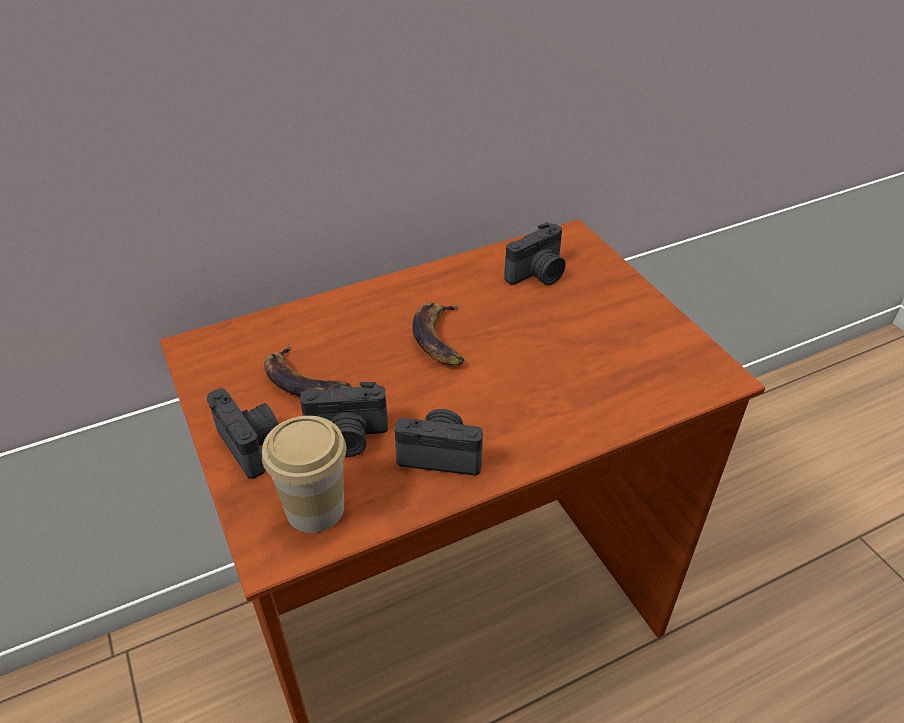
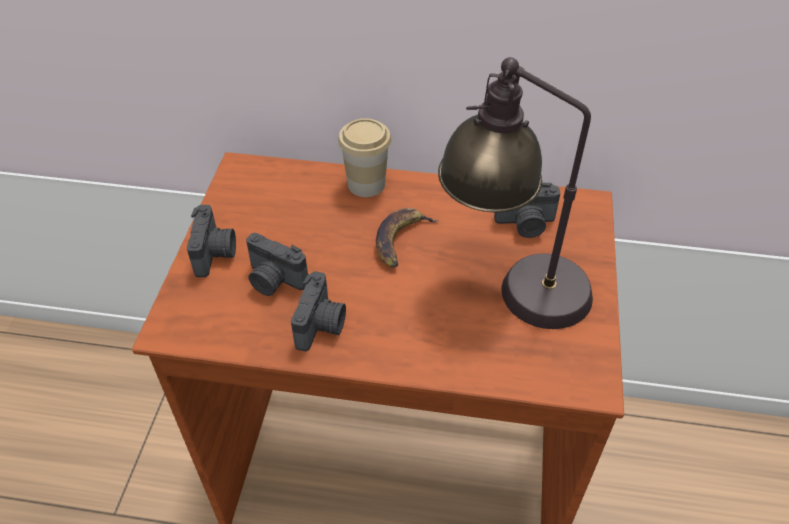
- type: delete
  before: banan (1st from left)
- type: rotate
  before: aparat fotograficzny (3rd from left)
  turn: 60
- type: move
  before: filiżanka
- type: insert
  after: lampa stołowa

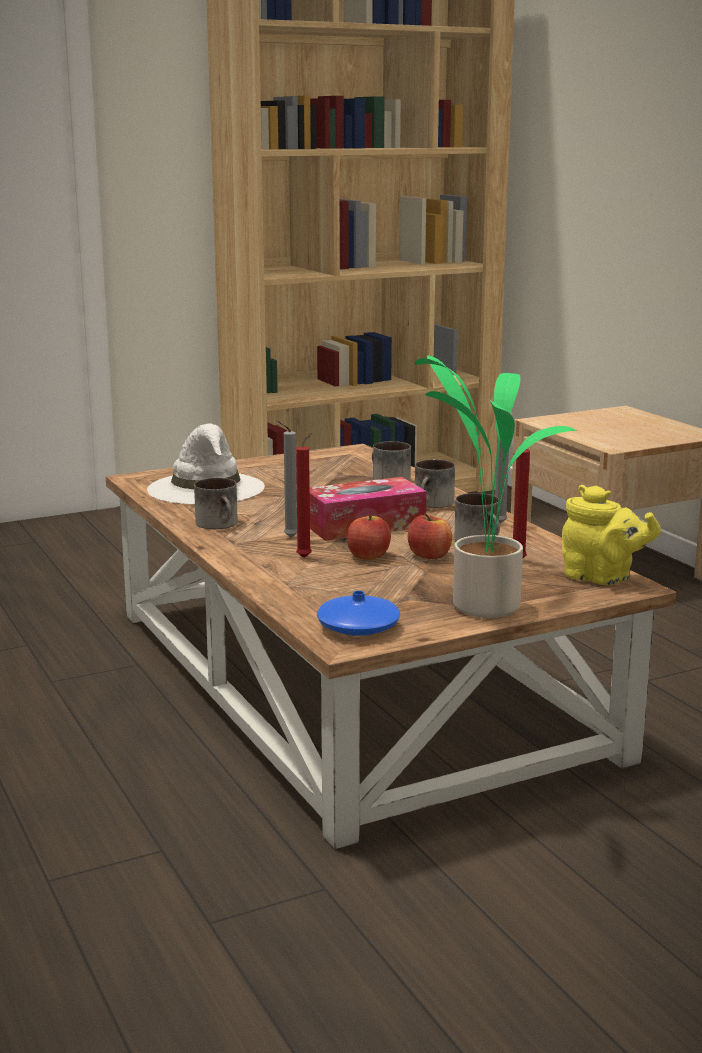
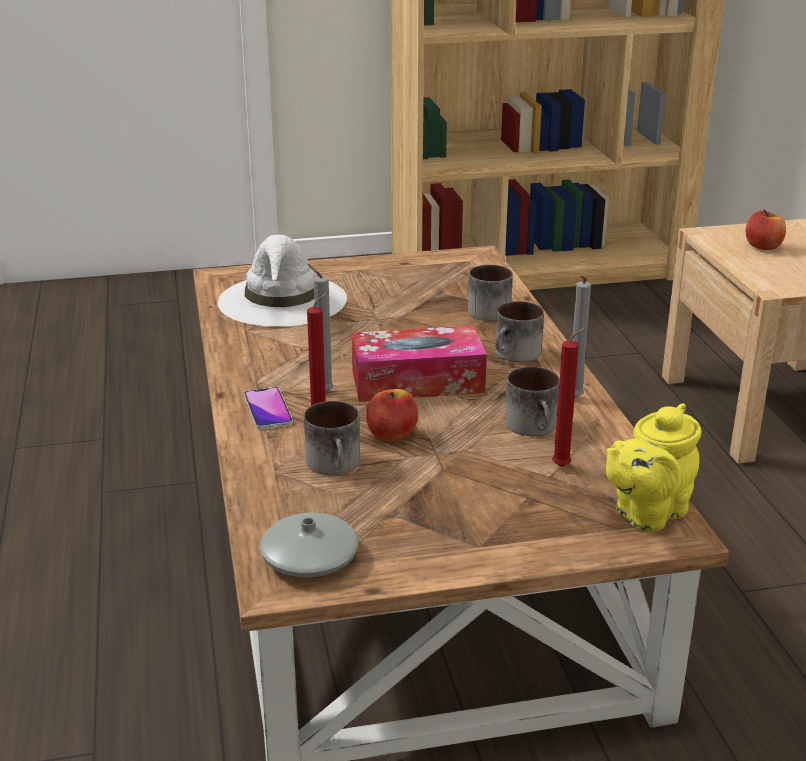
- type: delete
  before: roślina doniczkowa
- type: move
  before: kubek (1st from left)
- type: rotate
  before: imbryk (żółty)
  turn: 90
- type: move
  before: jabłko (2nd from left)
- type: recolor
  before: wazon (niebieski)
  after: wazon (szary)
- type: insert
  after: telefon

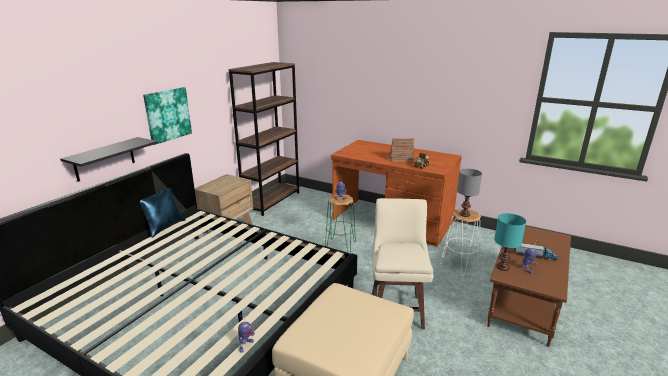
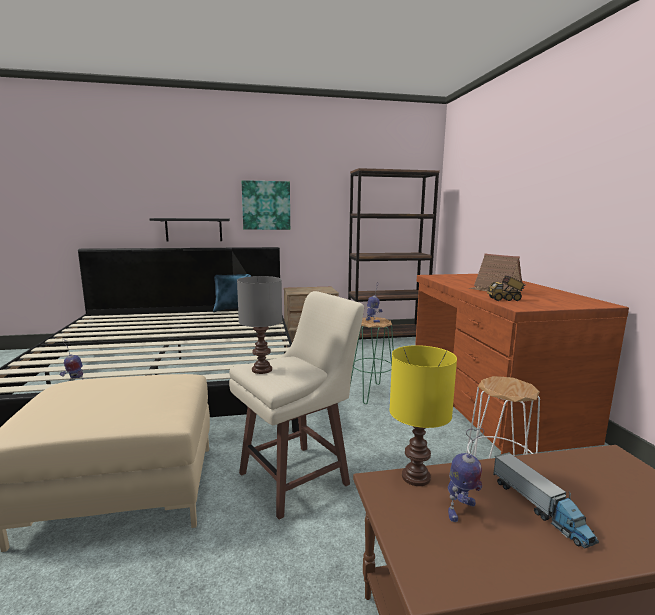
- type: move
  before: lampa stołowa (szary)
- type: recolor
  before: lampa stołowa (turkusowy)
  after: lampa stołowa (żółty)

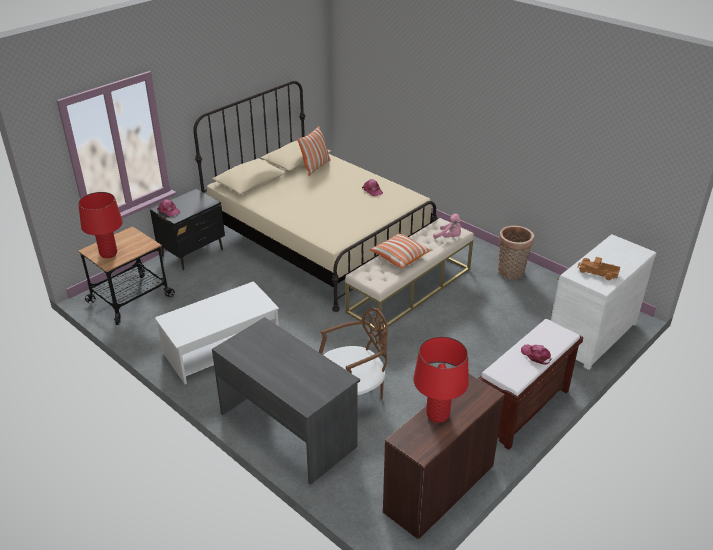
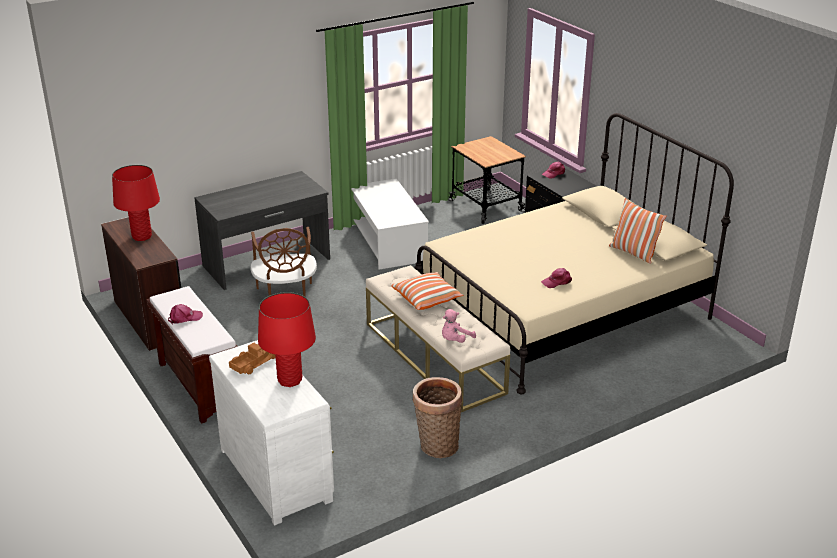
- type: move
  before: lampa stołowa (czerwony) (1st from left in the first image)
  after: lampa stołowa (czerwony) (2nd from left)

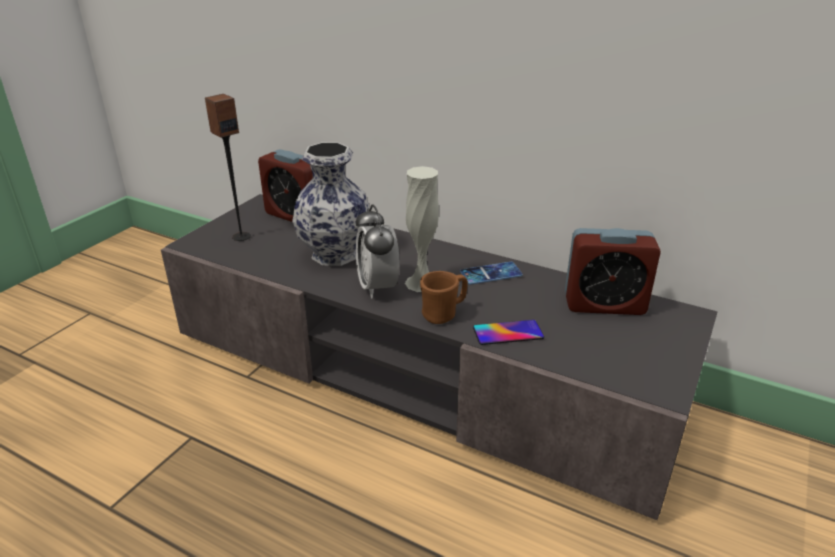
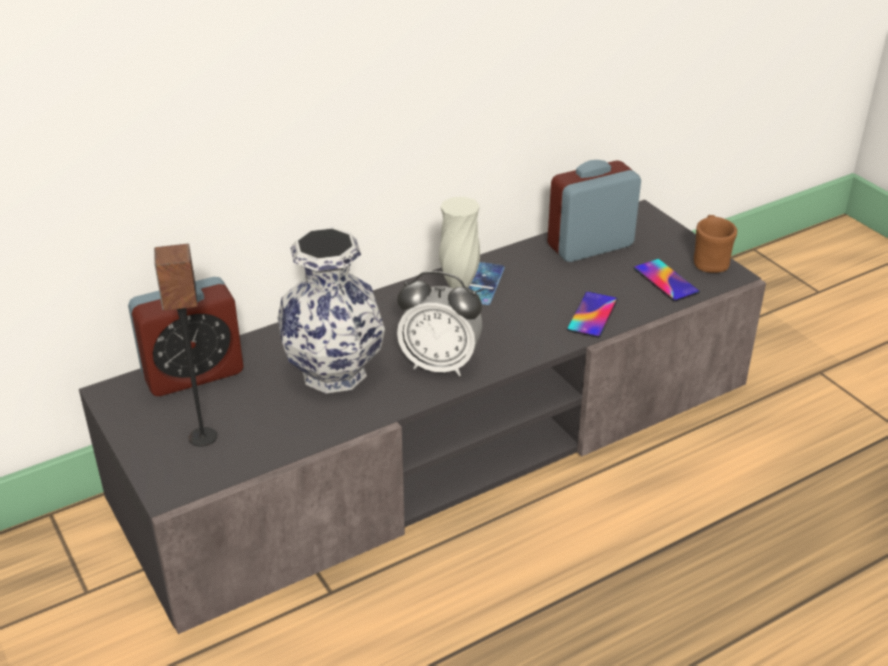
- type: rotate
  before: budzik (3rd from left)
  turn: -150
- type: move
  before: kubek (brązowy)
- type: insert
  after: telefon (3rd from left)

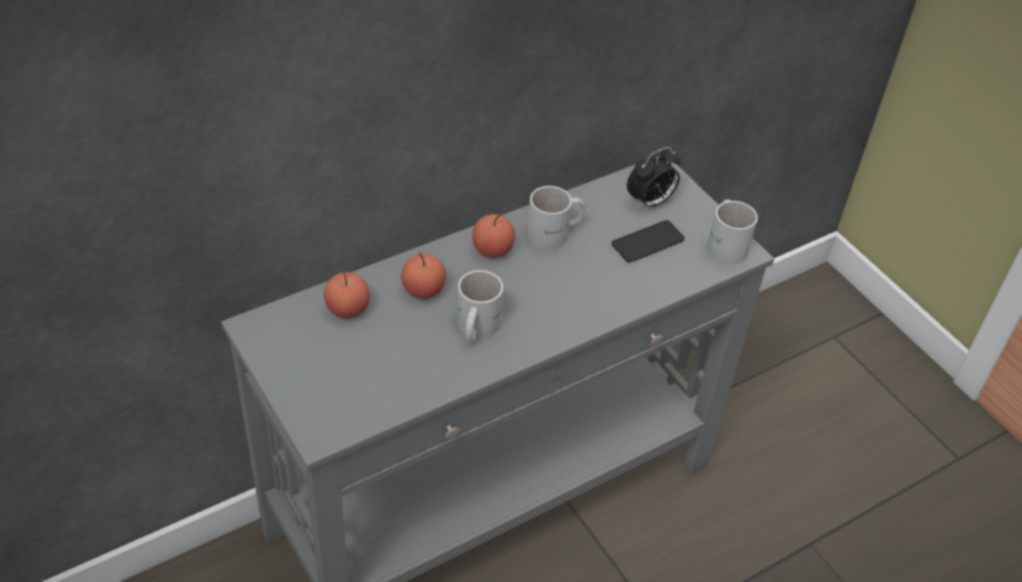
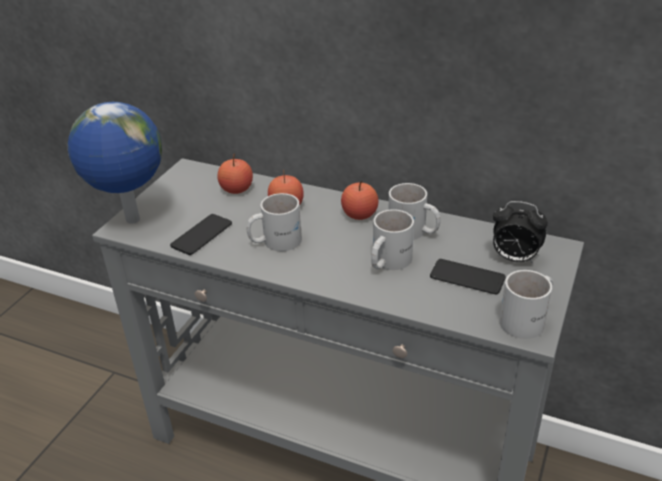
- type: insert
  after: globus
- type: insert
  after: kubek (biały) (2nd from left)
- type: insert
  after: telefon (1st from left)

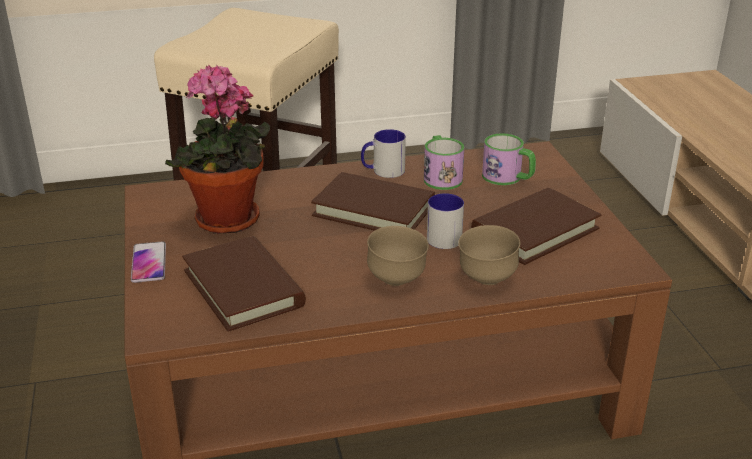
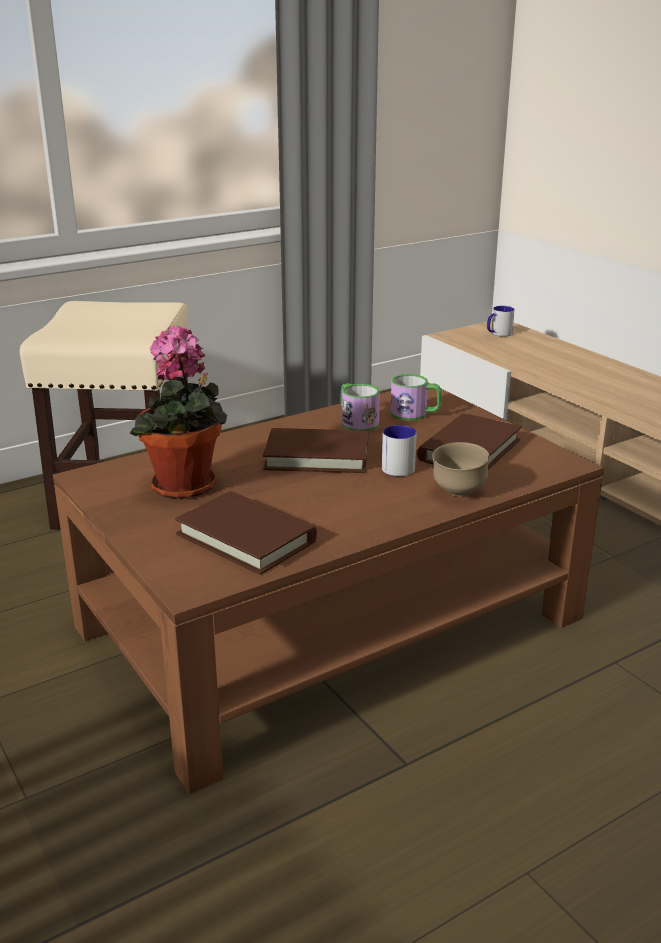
- type: move
  before: kubek (1st from left in the first image)
  after: kubek (4th from left)
- type: delete
  before: miska (brązowy) (1st from left)
- type: delete
  before: telefon

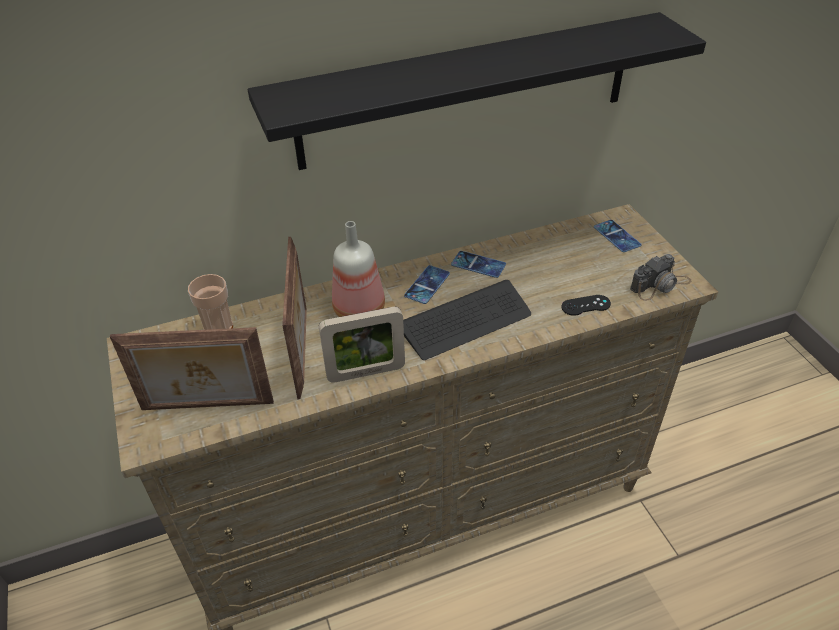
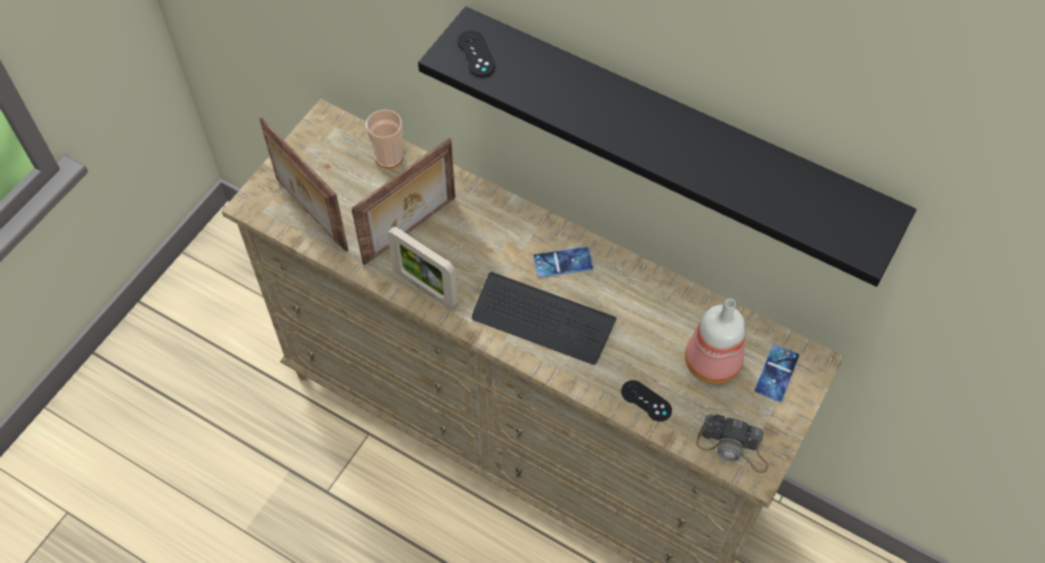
- type: move
  before: butelka
- type: delete
  before: telefon (2nd from left)
- type: insert
  after: pad do gier (czarny) (1st from left)

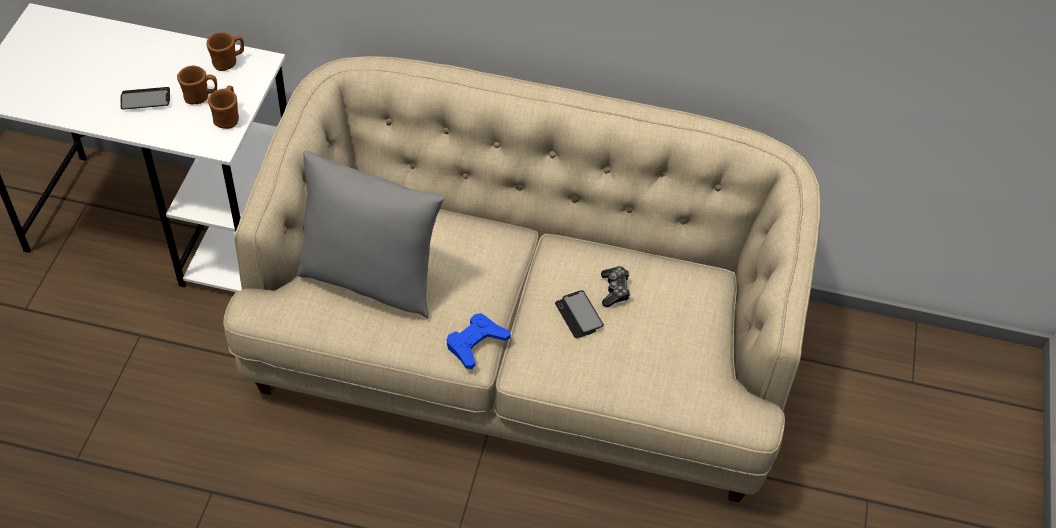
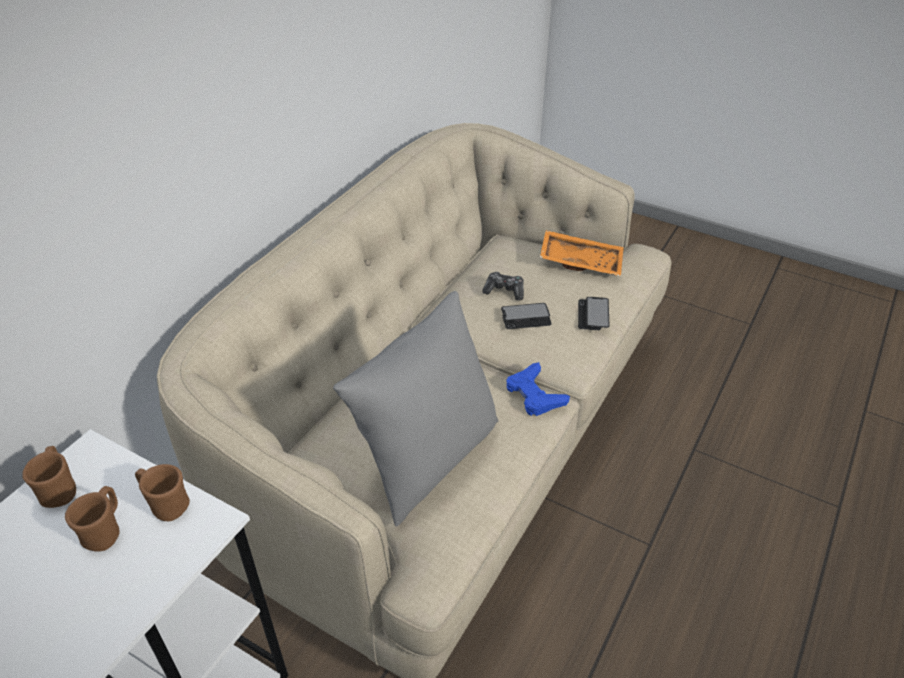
- type: move
  before: telefon (1st from left in the first image)
  after: telefon (2nd from left)
- type: insert
  after: taca (pomarańczowy)

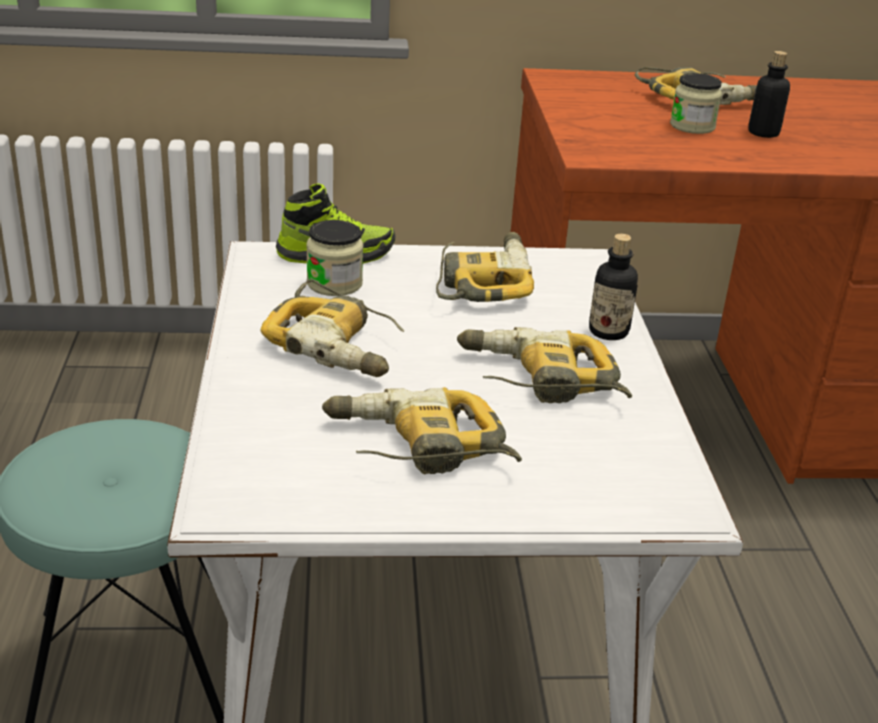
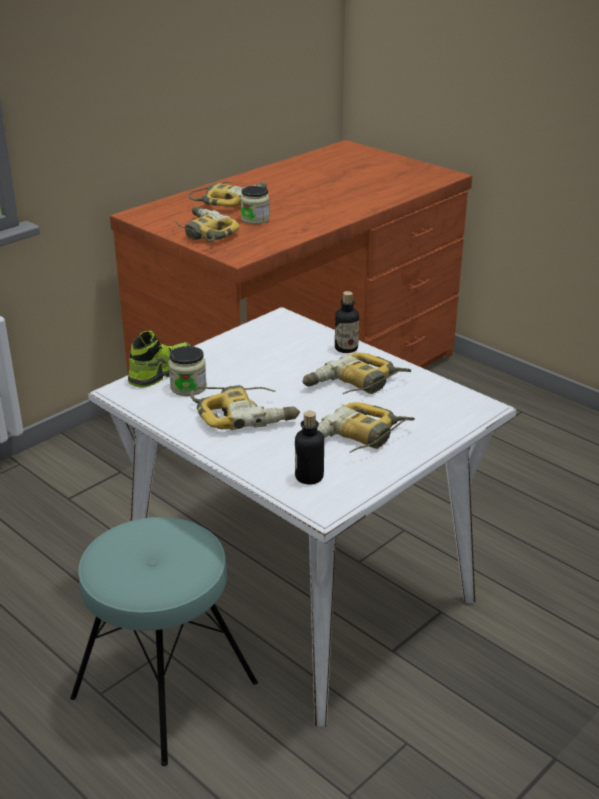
- type: move
  before: butelka (2nd from left in the first image)
  after: butelka (1st from left)
- type: move
  before: wiertarka (3rd from left in the first image)
  after: wiertarka (1st from left)

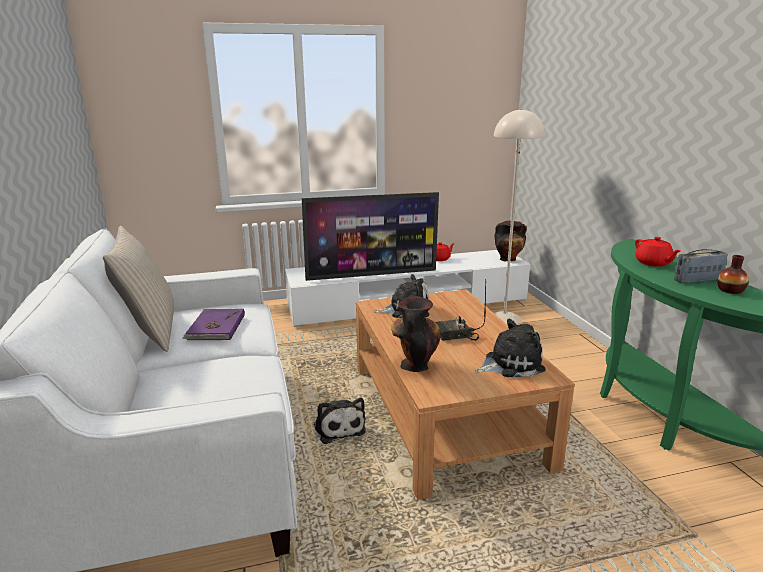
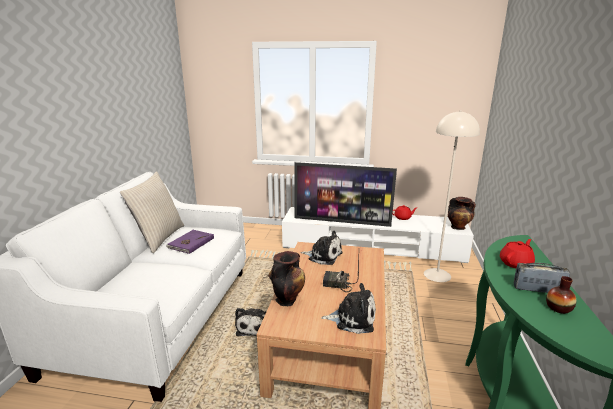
- type: rotate
  before: imbryk (czerwony) (2nd from left)
  turn: -135

